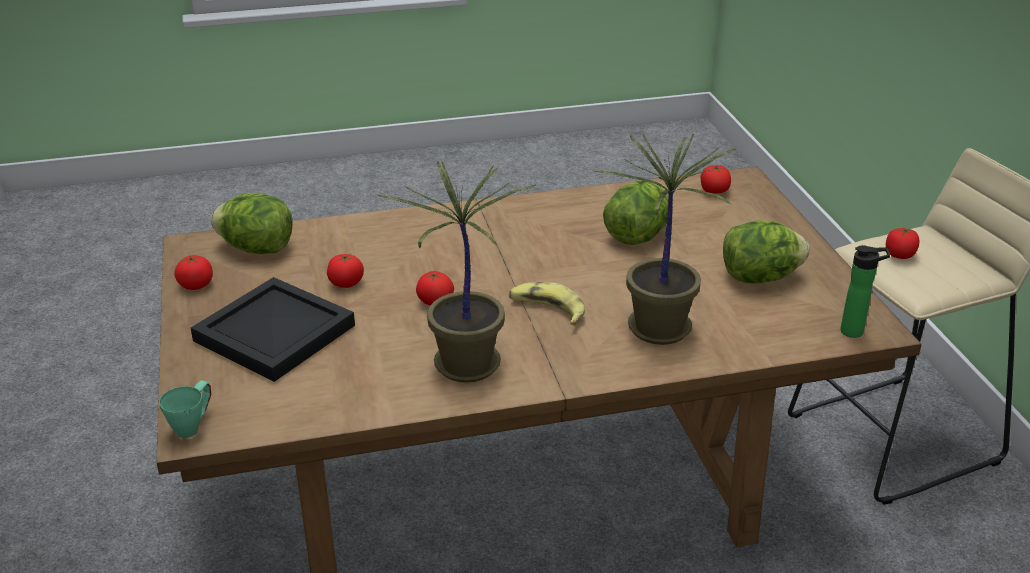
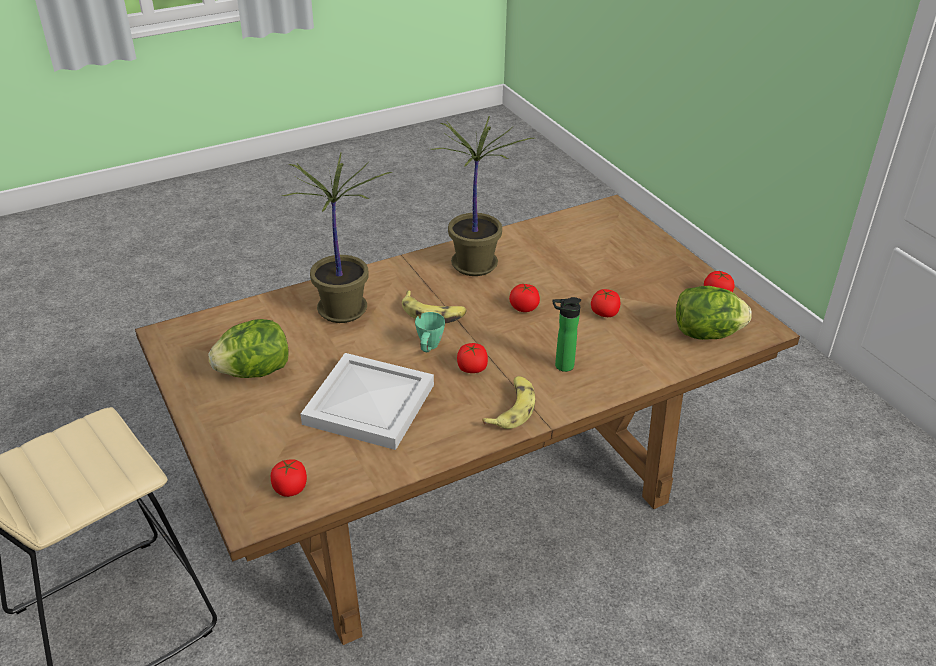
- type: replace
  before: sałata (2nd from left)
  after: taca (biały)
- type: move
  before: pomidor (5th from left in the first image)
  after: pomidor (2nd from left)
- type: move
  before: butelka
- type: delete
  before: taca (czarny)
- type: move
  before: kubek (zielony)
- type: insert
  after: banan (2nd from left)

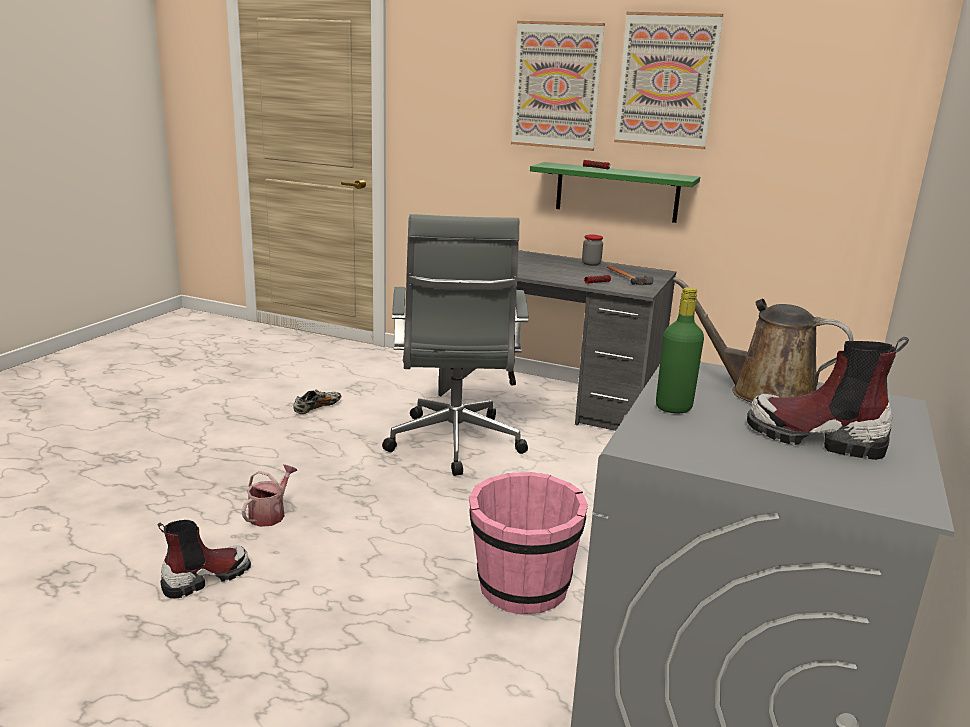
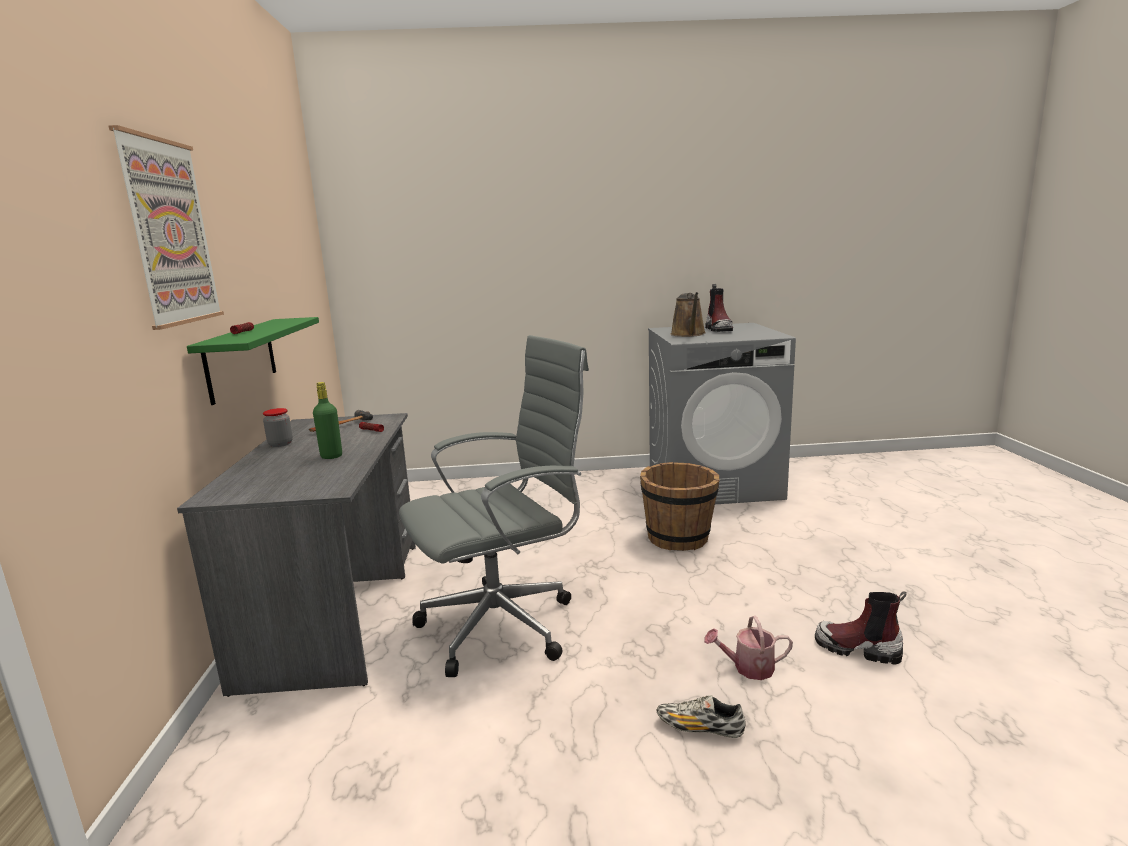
- type: delete
  before: obraz (2nd from left)
- type: move
  before: butelka (zielony)
- type: move
  before: but
- type: recolor
  before: wiadro (różowy)
  after: wiadro (brązowy)

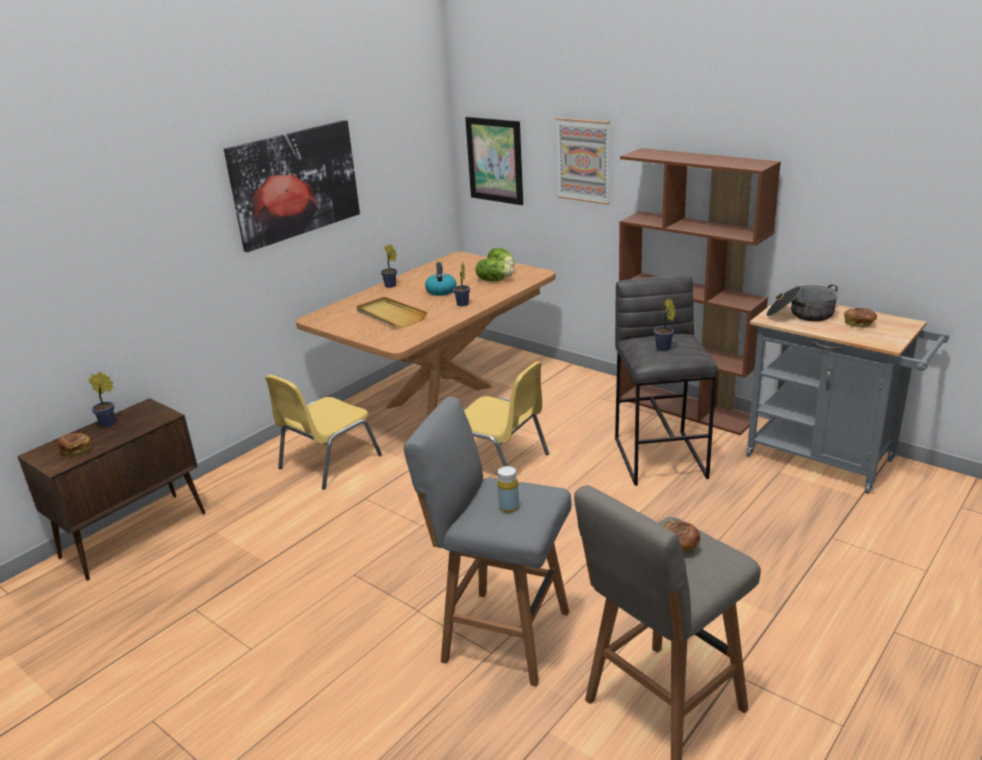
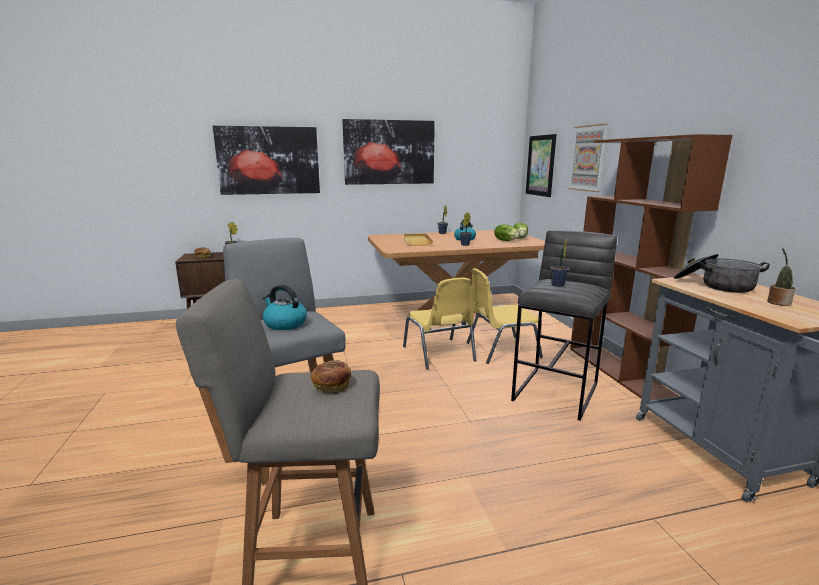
- type: replace
  before: chleb (3rd from left)
  after: roślina doniczkowa (5th from left)
- type: move
  before: krzesło (żółty) (1st from left in the first image)
  after: krzesło (żółty) (2nd from left)
- type: replace
  before: butelka (żółty)
  after: czajnik (1st from left)
- type: insert
  after: obraz (1st from left)

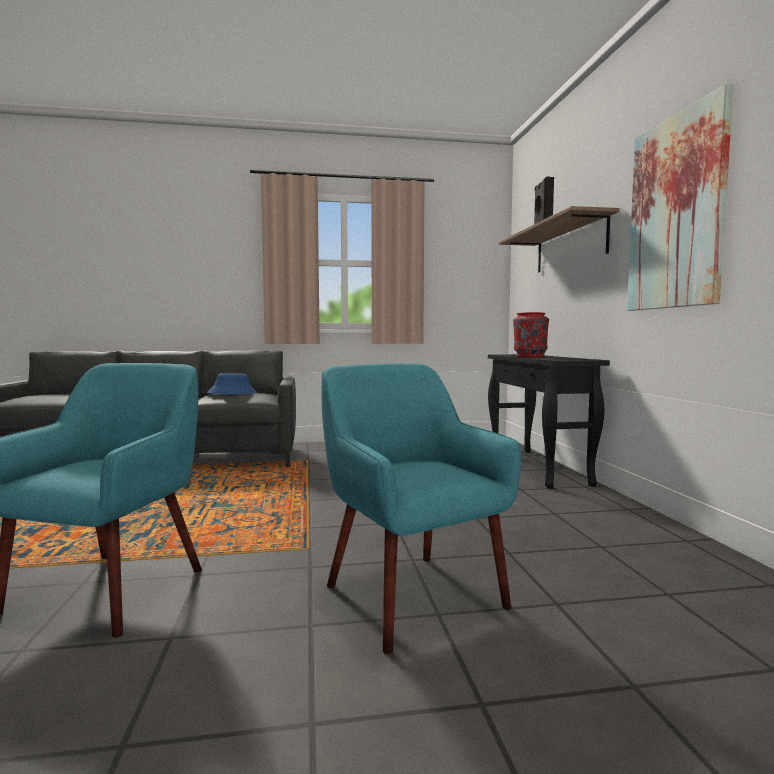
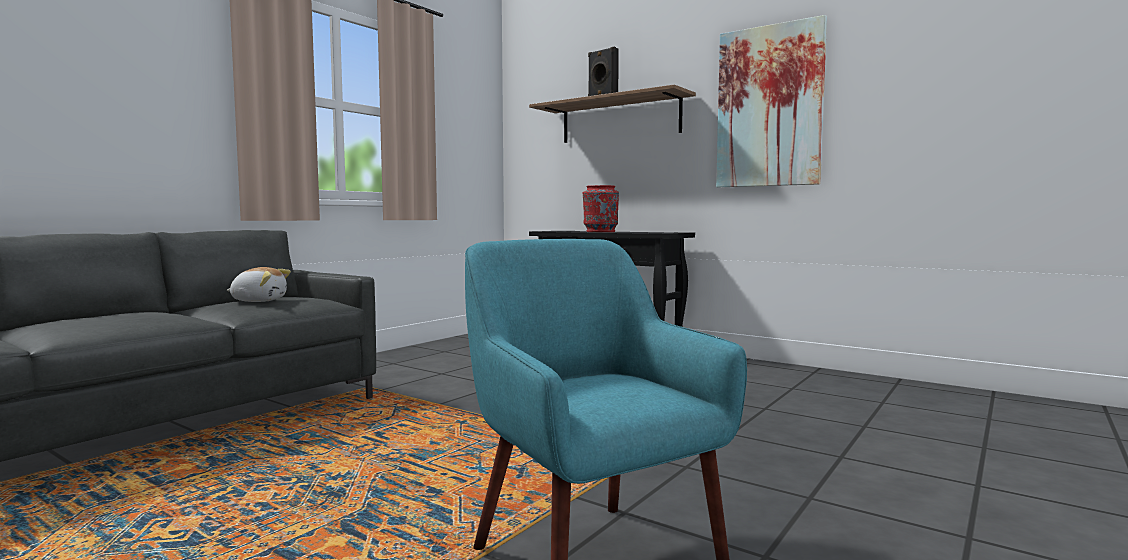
- type: delete
  before: fotel (turkusowy) (2nd from left)
- type: replace
  before: kapelusz (niebieski)
  after: pluszak

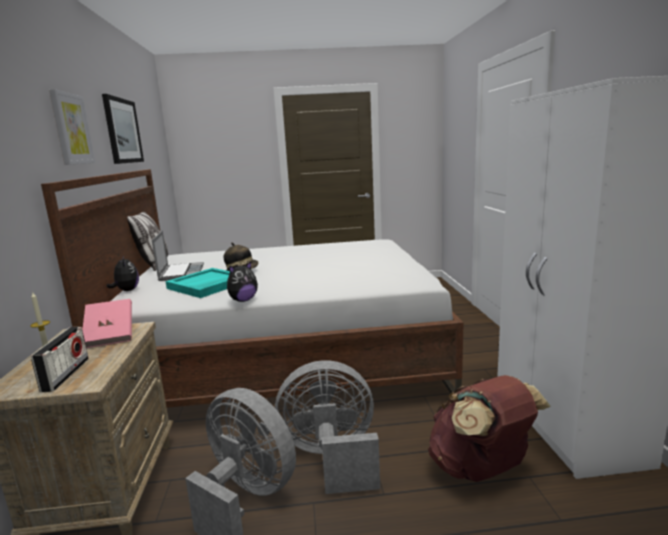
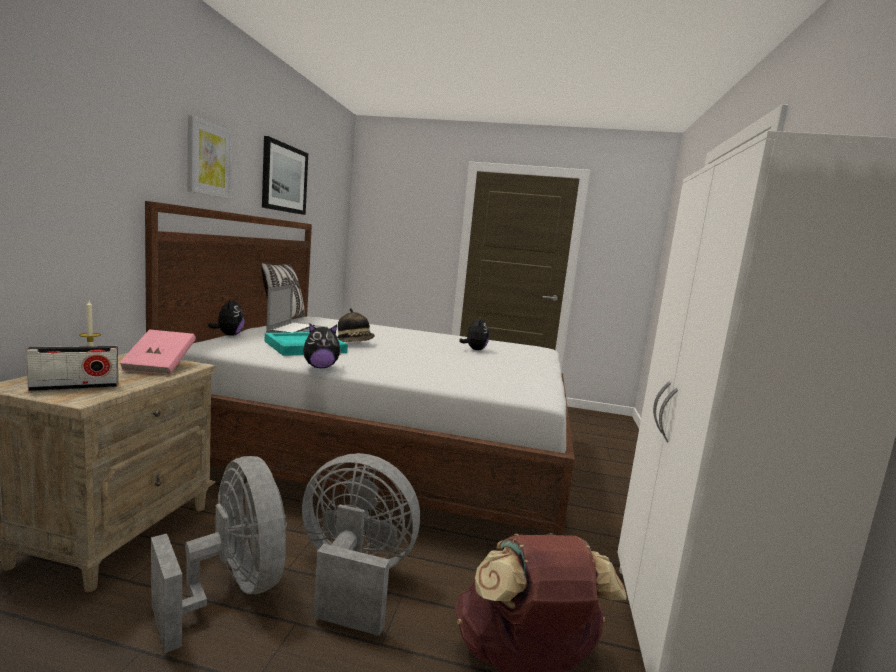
- type: rotate
  before: radio
  turn: 45
- type: insert
  after: pluszak (3rd from left)

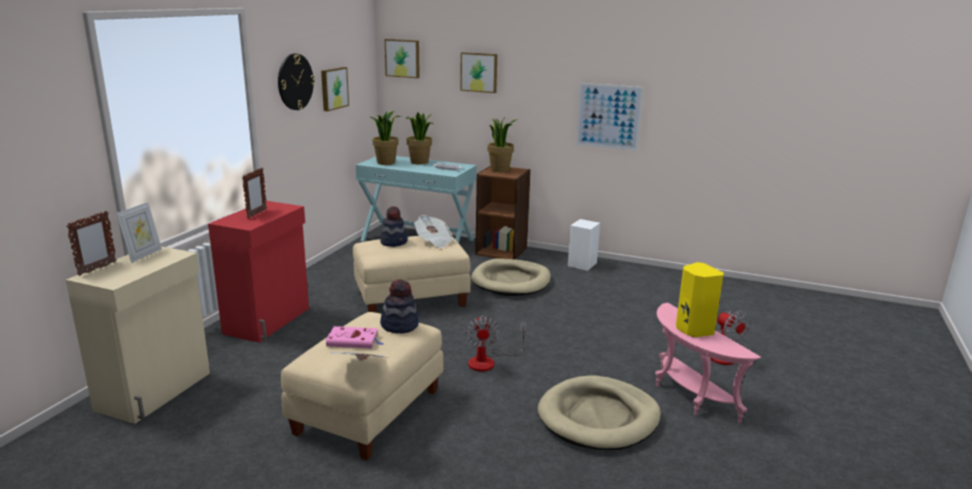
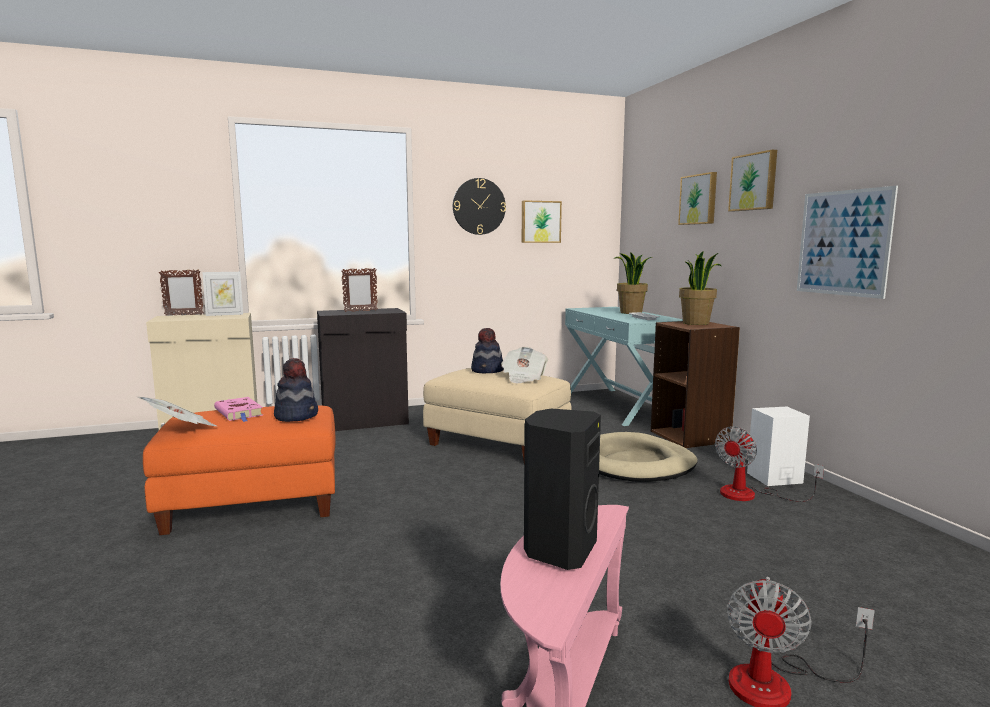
- type: move
  before: obraz (2nd from left in the first image)
  after: obraz (3rd from left)
- type: delete
  before: roślina doniczkowa (1st from left)
- type: recolor
  before: szafka (czerwony)
  after: szafka (czarny)
- type: recolor
  before: głośnik (żółty)
  after: głośnik (czarny)
- type: recolor
  before: pufa (beżowy) (1st from left)
  after: pufa (pomarańczowy)
- type: move
  before: wentylator (1st from left)
- type: delete
  before: legowisko (beżowy) (2nd from left)

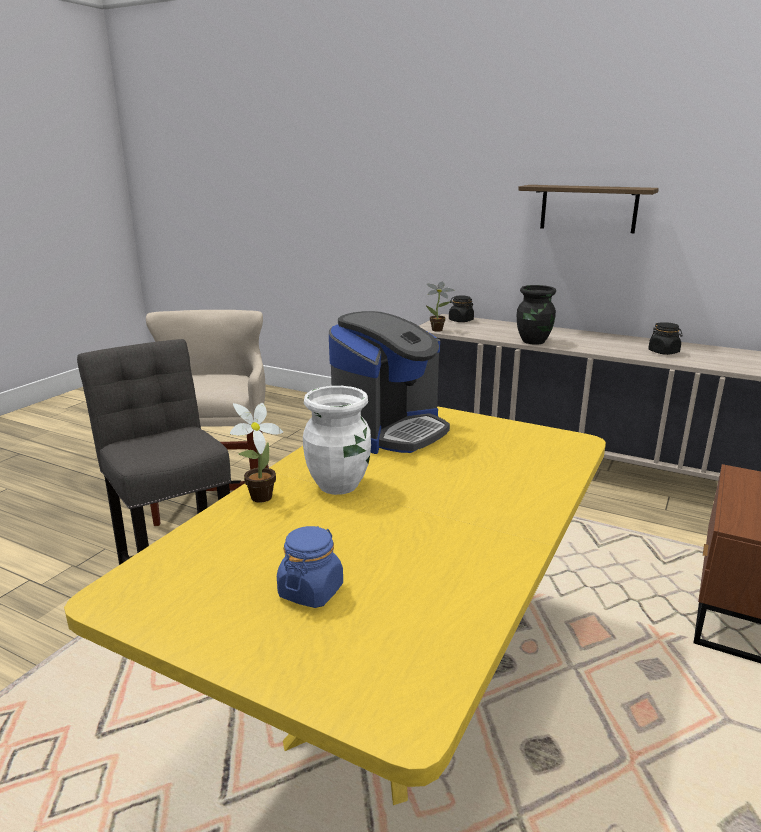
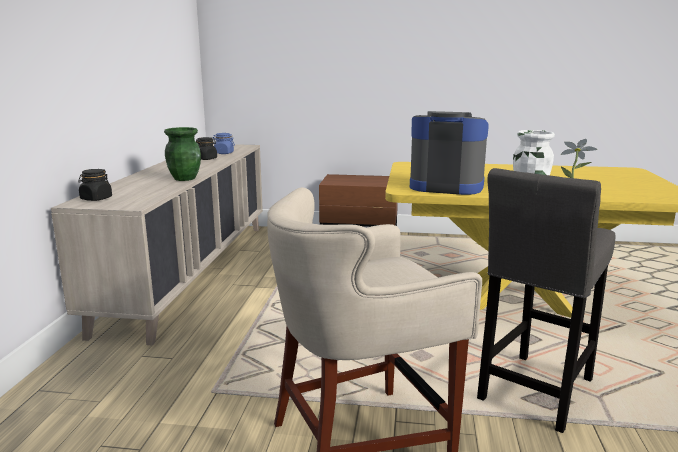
- type: delete
  before: półka
- type: delete
  before: roślina doniczkowa (2nd from left)
- type: recolor
  before: wazon (czarny)
  after: wazon (zielony)
- type: move
  before: słoik (niebieski)

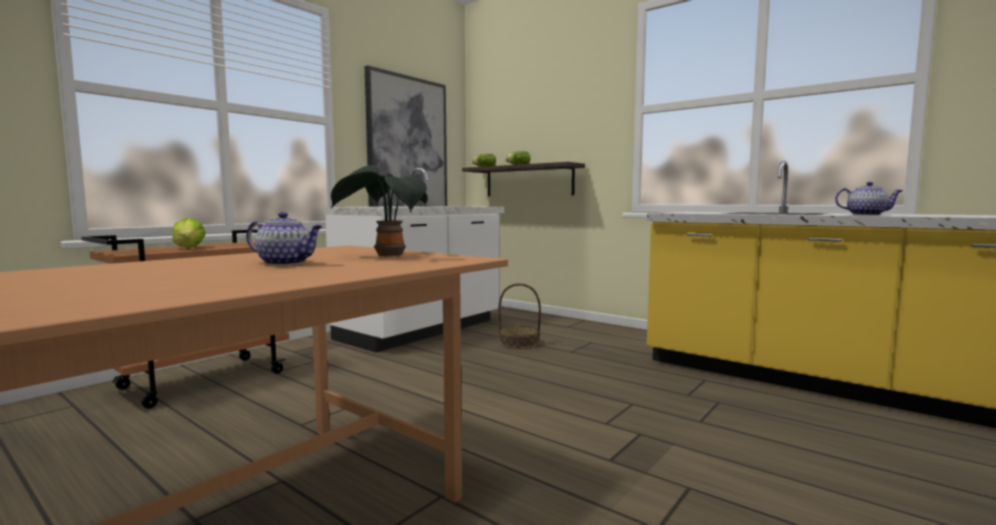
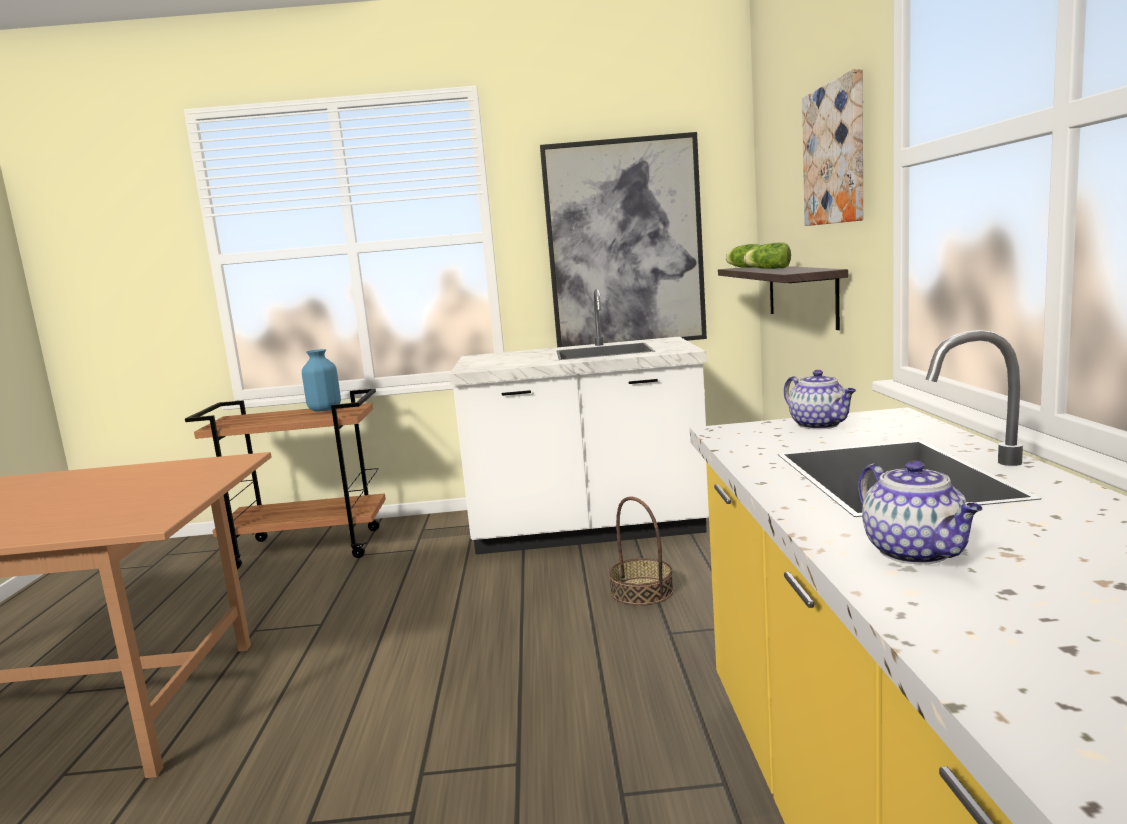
- type: delete
  before: roślina doniczkowa
- type: move
  before: imbryk (1st from left)
- type: delete
  before: sałata (1st from left)
- type: insert
  after: obraz (2nd from left)
- type: insert
  after: wazon (niebieski)

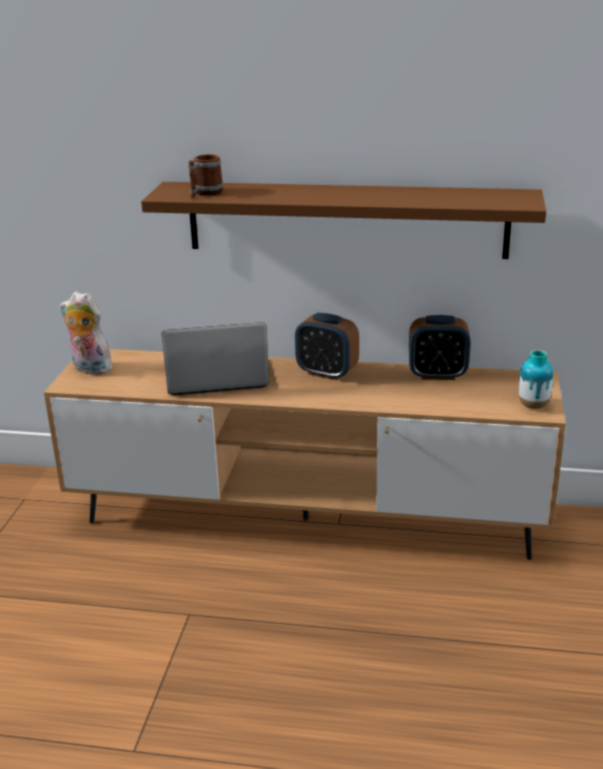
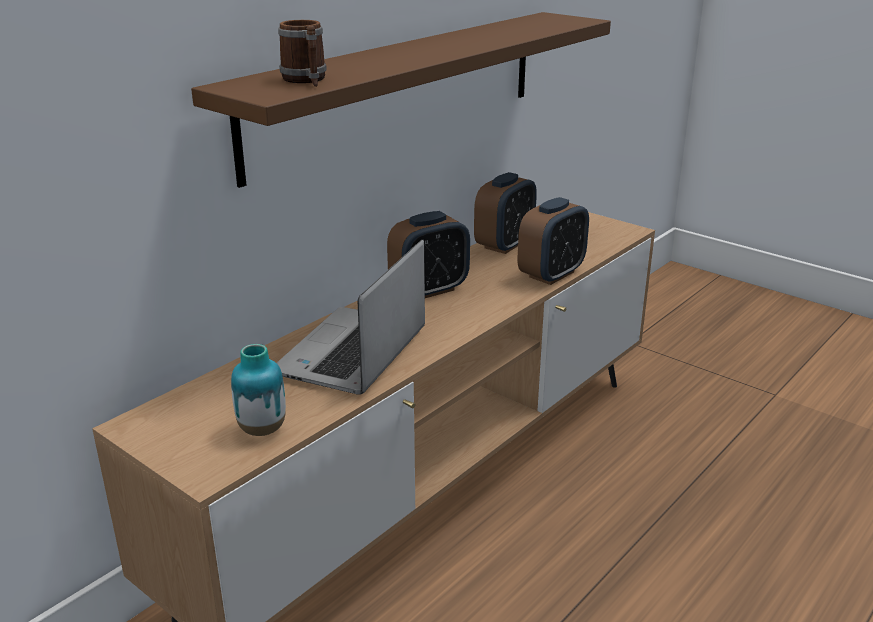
- type: delete
  before: pluszak
- type: move
  before: wazon
- type: insert
  after: budzik (3rd from left)

